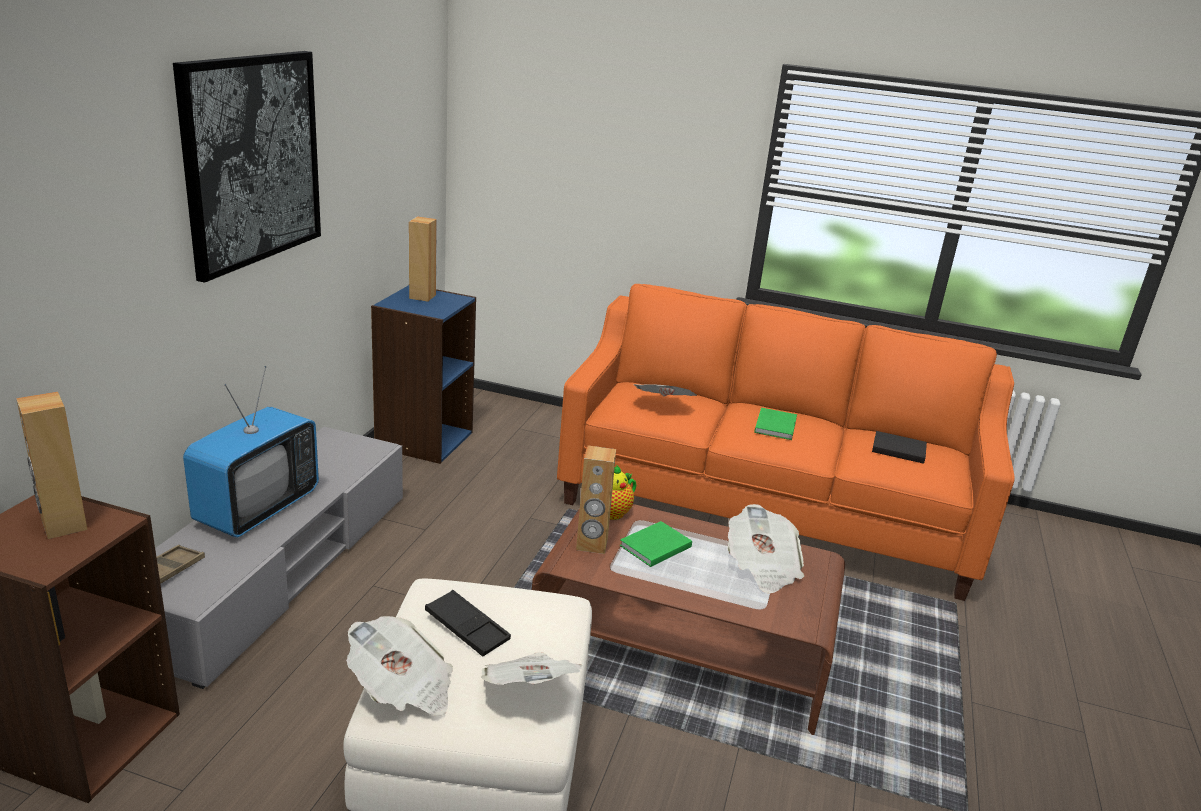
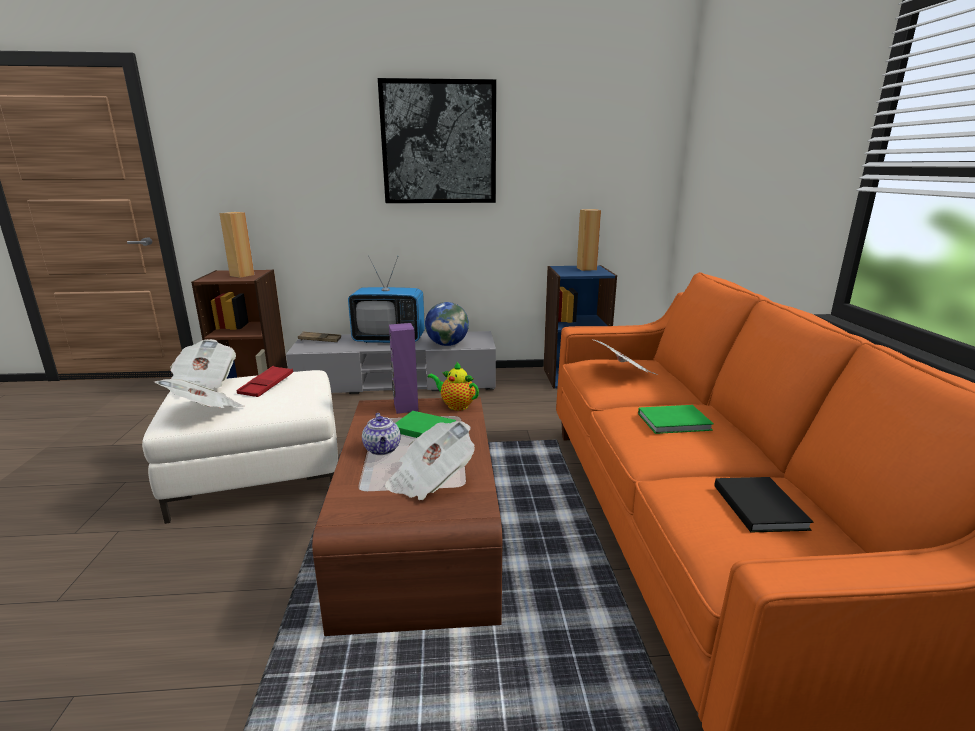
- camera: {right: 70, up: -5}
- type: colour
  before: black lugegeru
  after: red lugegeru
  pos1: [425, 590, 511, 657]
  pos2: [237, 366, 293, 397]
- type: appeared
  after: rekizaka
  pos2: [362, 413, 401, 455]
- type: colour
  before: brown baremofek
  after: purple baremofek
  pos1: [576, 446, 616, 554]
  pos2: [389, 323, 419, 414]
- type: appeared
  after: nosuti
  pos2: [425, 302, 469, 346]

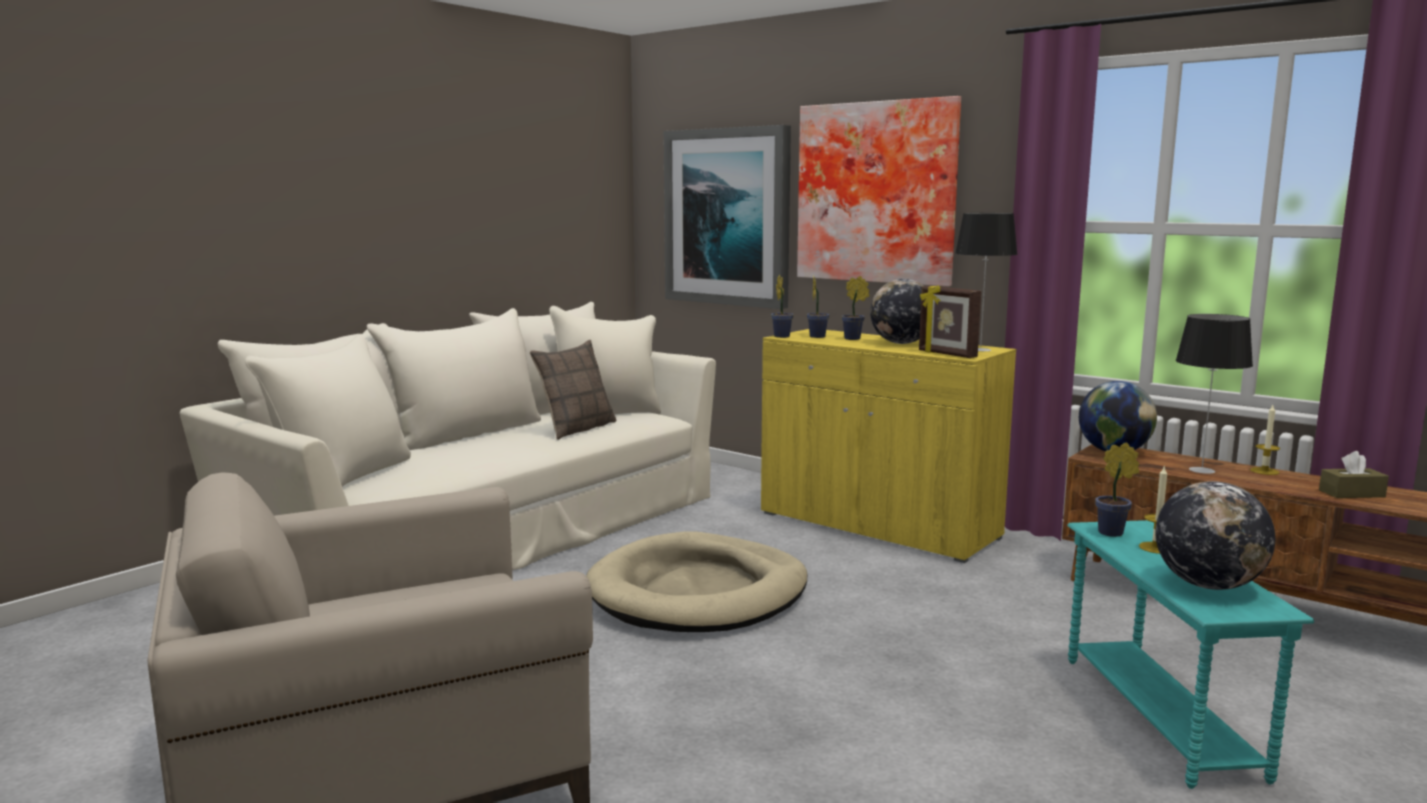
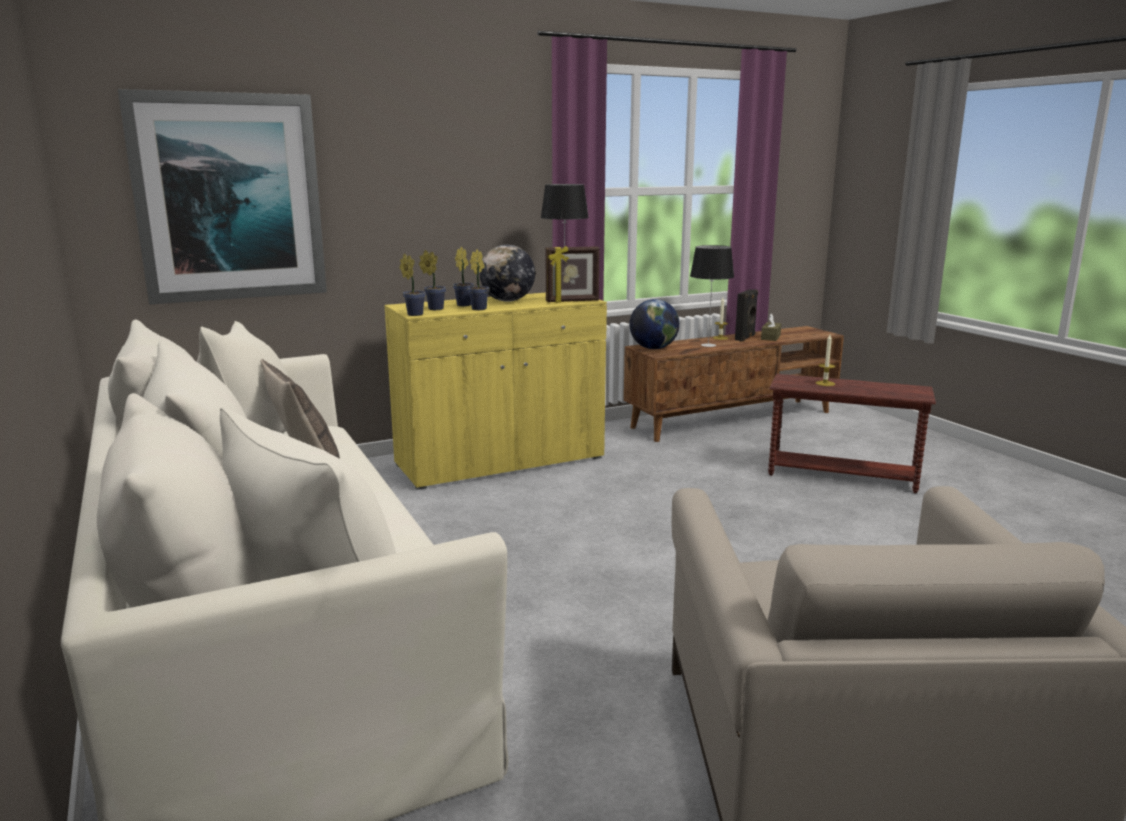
- camera: {right: -65, up: 5}
- type: relocated
  before: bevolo
  pos1: [1095, 442, 1139, 537]
  pos2: [468, 249, 490, 310]
- type: appeared
  after: black baremofek
  pos2: [735, 289, 758, 342]
- type: colour
  before: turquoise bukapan
  after: brown bukapan
  pos1: [1067, 520, 1314, 789]
  pos2: [768, 374, 936, 493]
- type: missing
  before: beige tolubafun
  pos1: [586, 531, 807, 632]
- type: missing
  before: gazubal
  pos1: [797, 96, 961, 287]
- type: missing
  before: nosuti
  pos1: [1155, 481, 1275, 590]

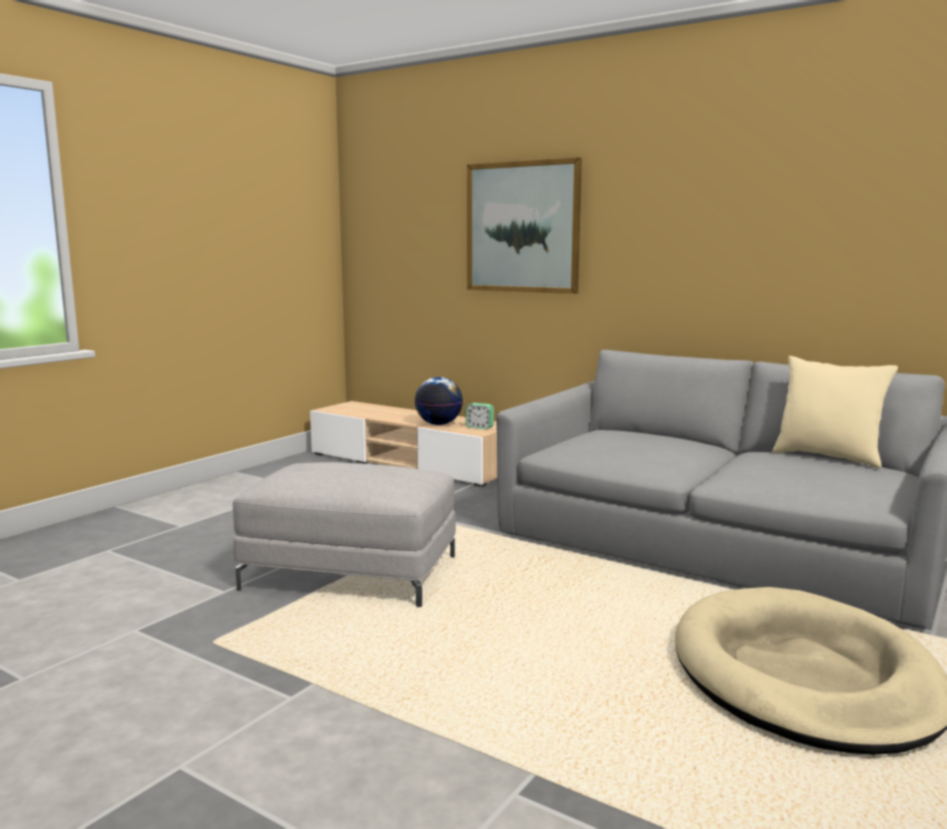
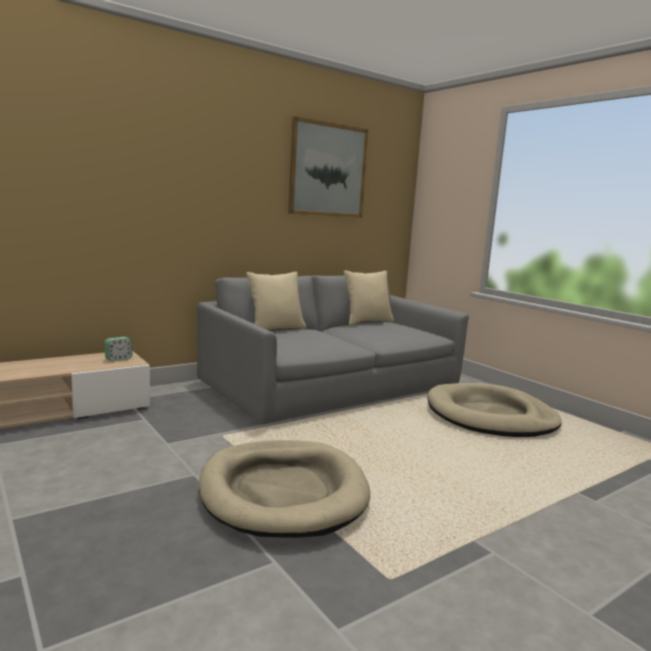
- camera: {right: -70, up: 0}
- type: exchanged
  before: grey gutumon
  after: beige tolubafun
  pos1: [233, 462, 456, 607]
  pos2: [199, 440, 370, 538]
- type: appeared
  after: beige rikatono
  pos2: [246, 272, 306, 330]
- type: relocated
  before: gazubal
  pos1: [467, 157, 582, 294]
  pos2: [288, 116, 368, 218]
- type: missing
  before: nosuti
  pos1: [415, 377, 463, 425]

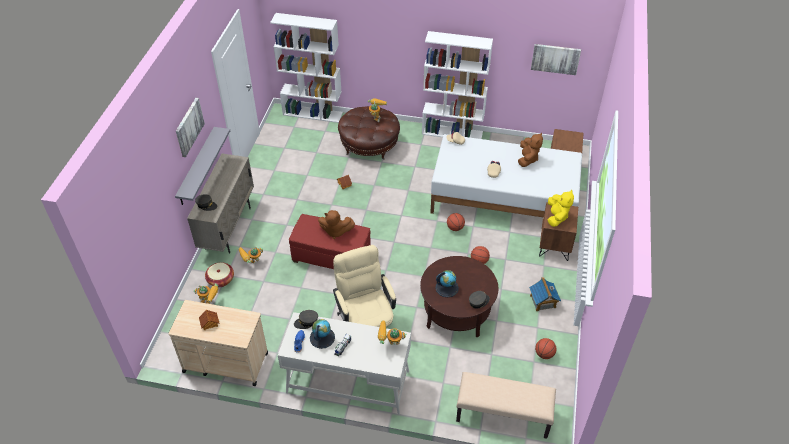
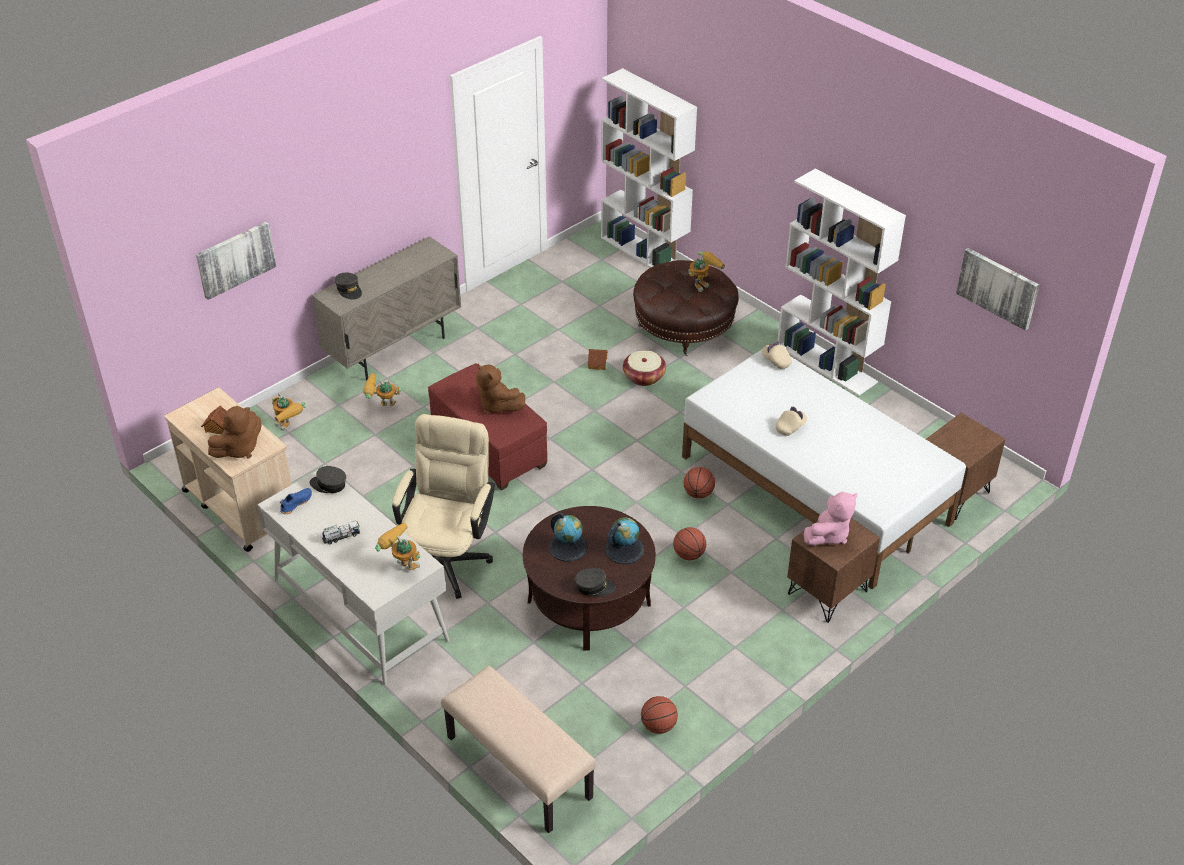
- camera: {right: 35, up: -5}
- type: relocated
  before: gazubal
  pos1: [176, 98, 205, 157]
  pos2: [196, 222, 277, 300]
- type: relocated
  before: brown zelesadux
  pos1: [518, 132, 543, 167]
  pos2: [208, 406, 261, 458]
- type: relocated
  before: nosuti
  pos1: [310, 319, 335, 349]
  pos2: [605, 517, 644, 564]
- type: relocated
  before: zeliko
  pos1: [205, 262, 234, 287]
  pos2: [623, 350, 666, 386]
- type: colour
  before: yellow zelesadux
  after: pink zelesadux
  pos1: [548, 190, 574, 227]
  pos2: [804, 492, 857, 546]
- type: missing
  before: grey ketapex
  pos1: [175, 127, 230, 205]
- type: missing
  before: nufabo
  pos1: [529, 277, 561, 311]

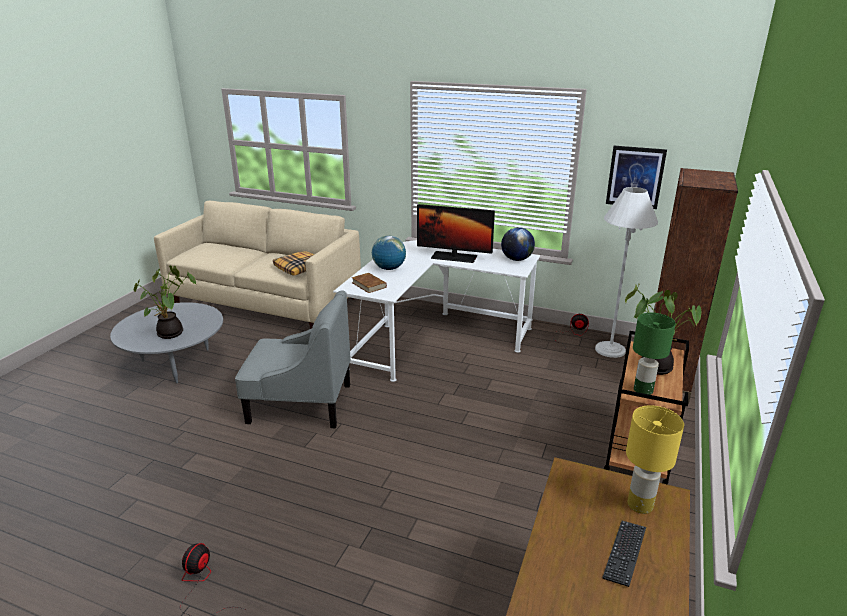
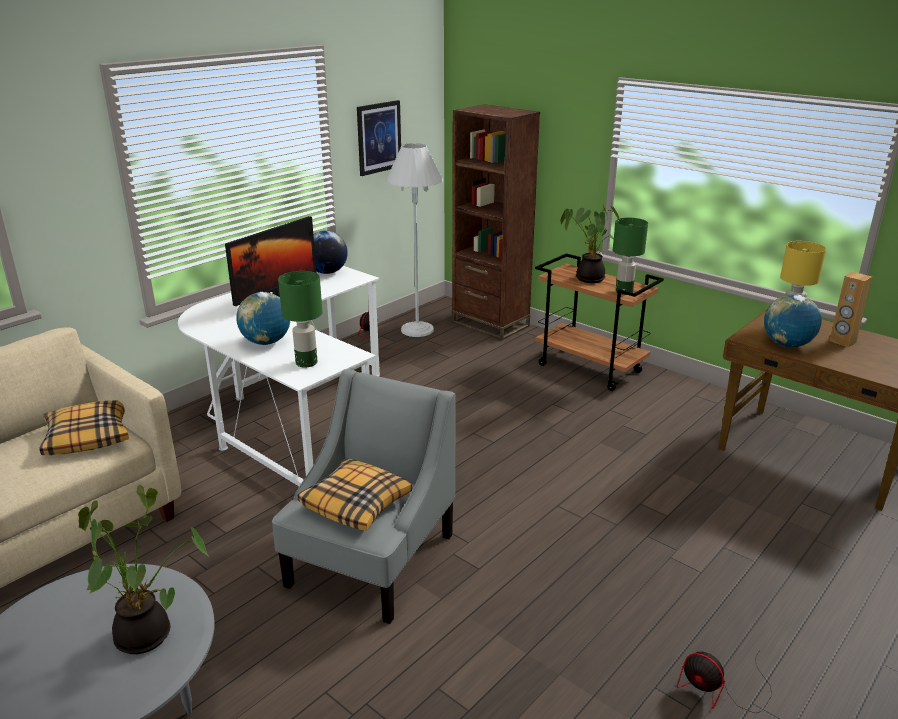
- camera: {right: -70, up: 0}
- type: exchanged
  before: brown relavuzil
  after: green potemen
  pos1: [352, 273, 387, 293]
  pos2: [278, 271, 323, 368]
- type: appeared
  after: rikatono
  pos2: [298, 458, 412, 530]
- type: appeared
  after: nosuti
  pos2: [764, 294, 822, 347]
- type: exchanged
  before: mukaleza
  after: brown baremofek
  pos1: [602, 521, 646, 587]
  pos2: [829, 272, 872, 347]

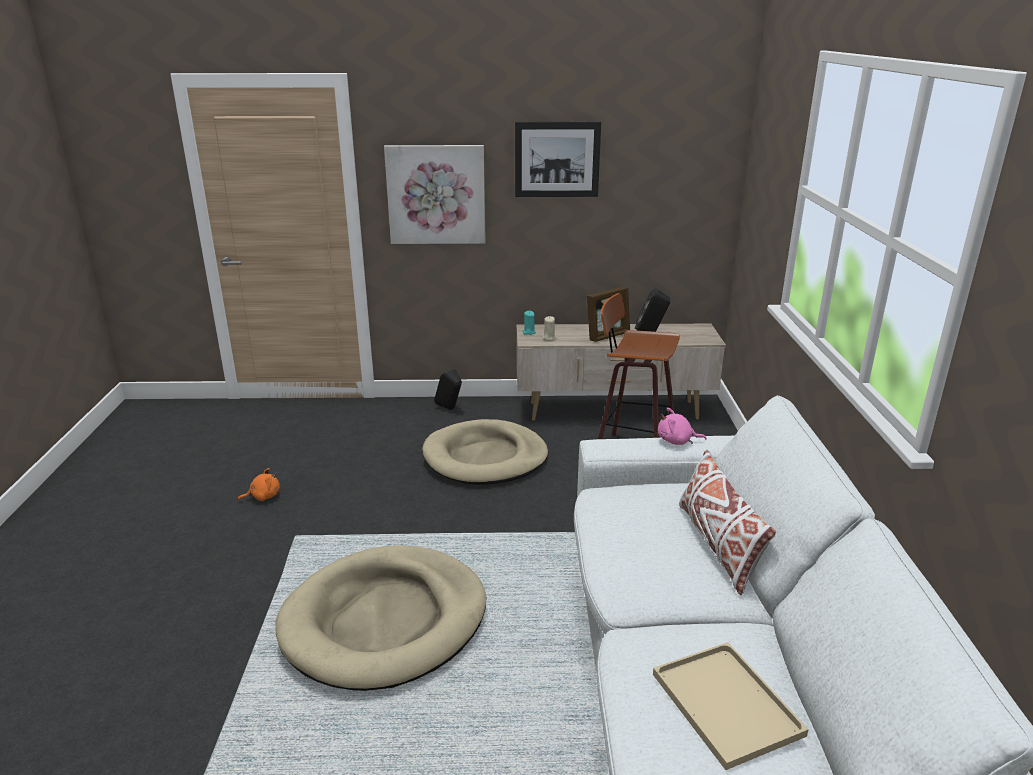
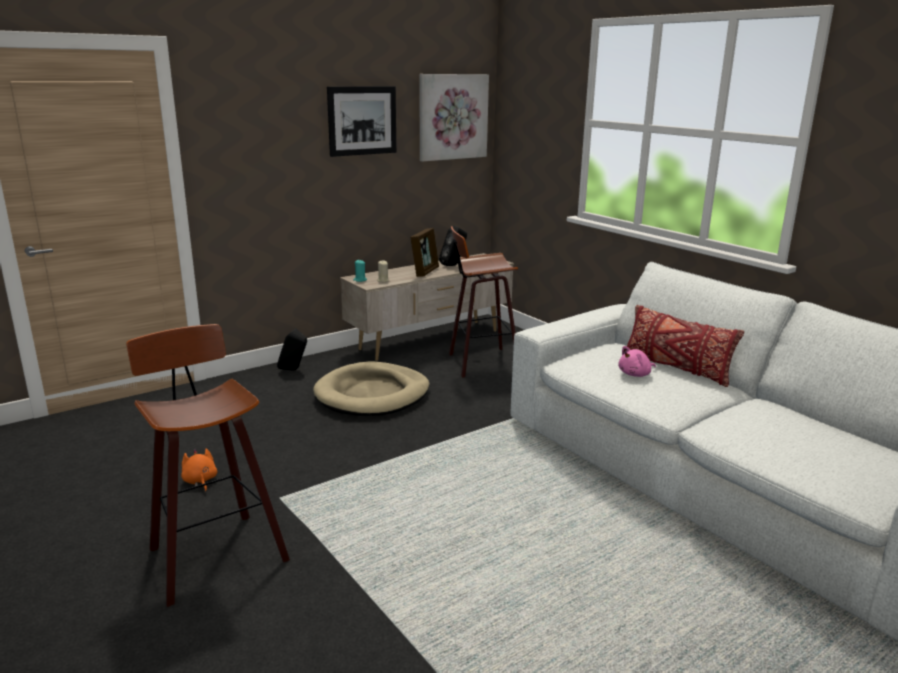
- camera: {right: -35, up: -5}
- type: appeared
  after: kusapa
  pos2: [126, 324, 290, 607]
- type: spun
  before: orange zelesadux
  pos1: [238, 468, 280, 501]
  pos2: [181, 448, 217, 492]
  turn: -60
- type: relocated
  before: gazubal
  pos1: [384, 145, 486, 244]
  pos2: [420, 74, 489, 162]
- type: relocated
  before: pink zelesadux
  pos1: [658, 408, 707, 445]
  pos2: [618, 346, 656, 377]
- type: colour
  before: white rikatono
  after: red rikatono
  pos1: [679, 450, 776, 595]
  pos2: [627, 305, 744, 387]
- type: missing
  before: beige tolubafun
  pos1: [275, 545, 486, 691]
- type: missing
  before: beige lugegeru
  pos1: [653, 642, 809, 770]

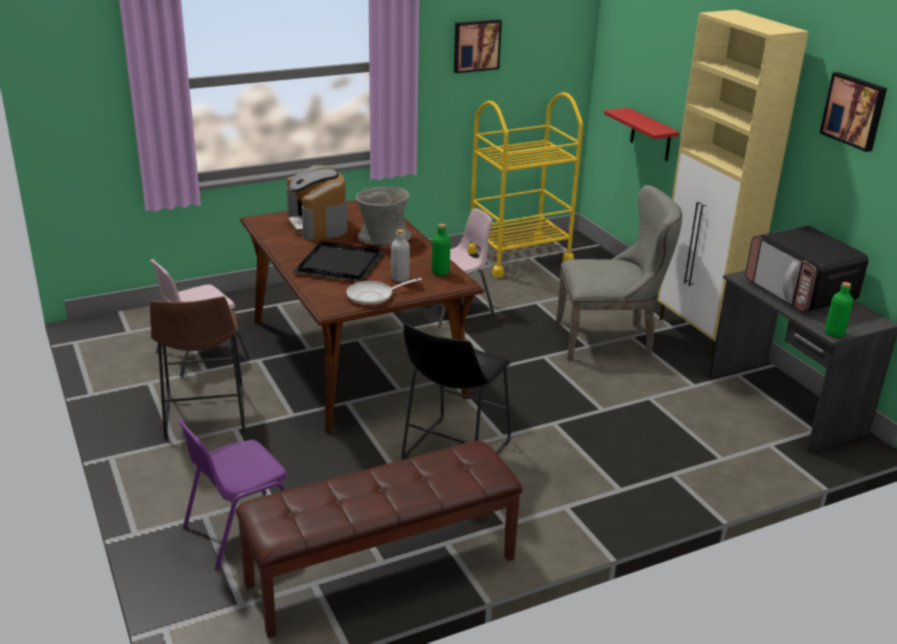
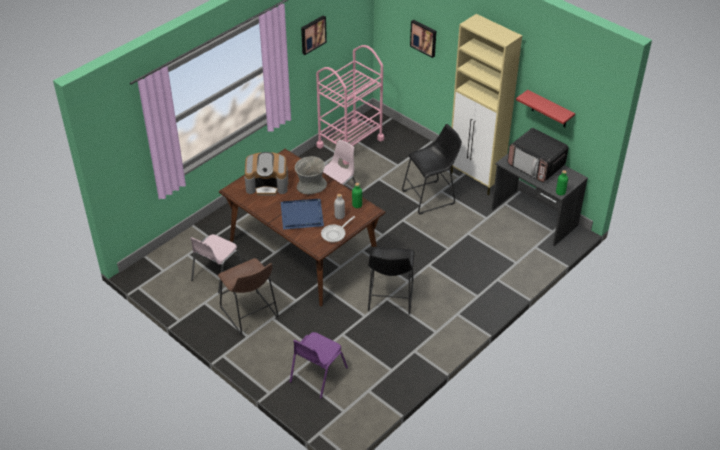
- camera: {right: -20, up: 15}
- type: spun
  before: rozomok
  pos1: [286, 165, 347, 240]
  pos2: [245, 152, 288, 195]
  turn: -45
- type: colour
  before: black lugegeru
  after: blue lugegeru
  pos1: [293, 241, 385, 282]
  pos2: [281, 199, 324, 229]
- type: colour
  before: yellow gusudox
  after: pink gusudox
  pos1: [467, 92, 583, 278]
  pos2: [316, 45, 384, 165]
- type: exchanged
  before: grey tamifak
  after: black kusapa
  pos1: [556, 185, 682, 360]
  pos2: [402, 124, 462, 215]
- type: relocated
  before: gazubal
  pos1: [820, 72, 887, 152]
  pos2: [410, 20, 436, 58]
- type: relocated
  before: red ketapex
  pos1: [604, 107, 680, 161]
  pos2: [516, 90, 575, 128]
- type: missing
  before: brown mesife
  pos1: [235, 441, 522, 638]

